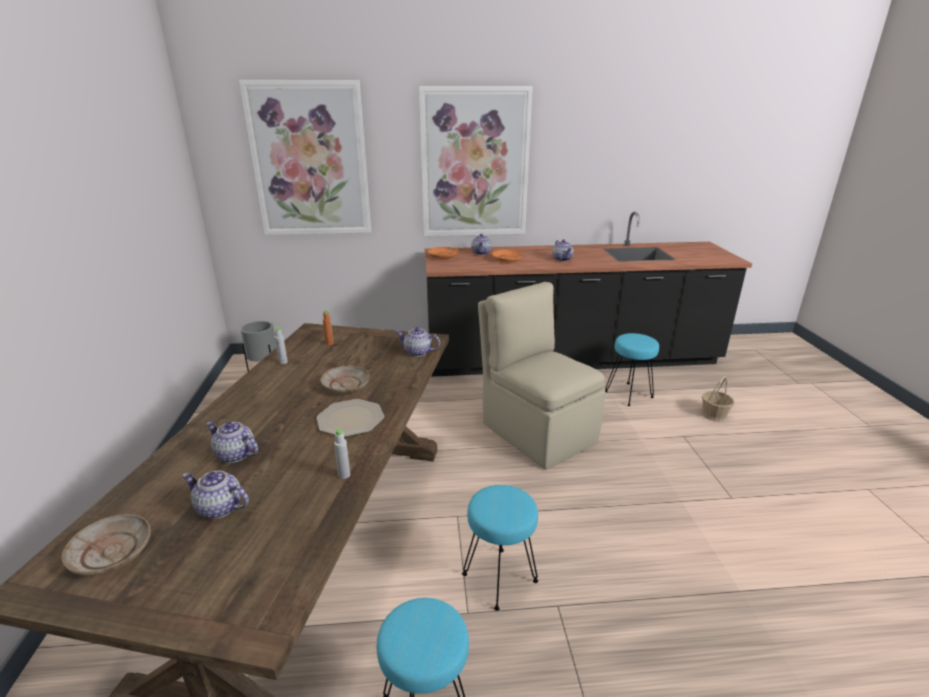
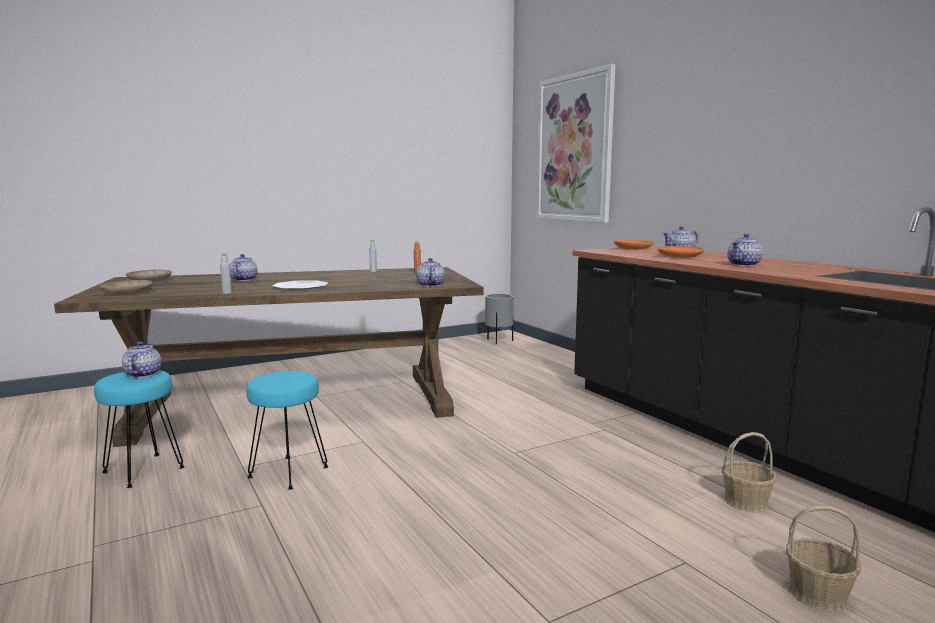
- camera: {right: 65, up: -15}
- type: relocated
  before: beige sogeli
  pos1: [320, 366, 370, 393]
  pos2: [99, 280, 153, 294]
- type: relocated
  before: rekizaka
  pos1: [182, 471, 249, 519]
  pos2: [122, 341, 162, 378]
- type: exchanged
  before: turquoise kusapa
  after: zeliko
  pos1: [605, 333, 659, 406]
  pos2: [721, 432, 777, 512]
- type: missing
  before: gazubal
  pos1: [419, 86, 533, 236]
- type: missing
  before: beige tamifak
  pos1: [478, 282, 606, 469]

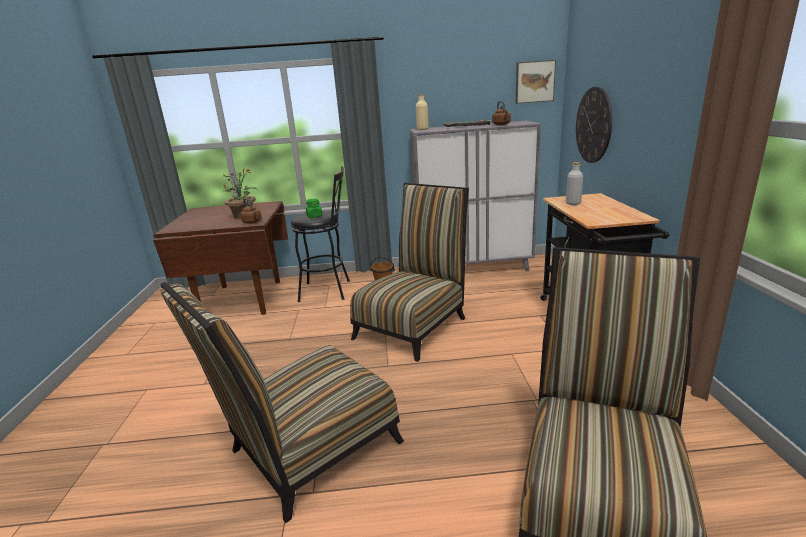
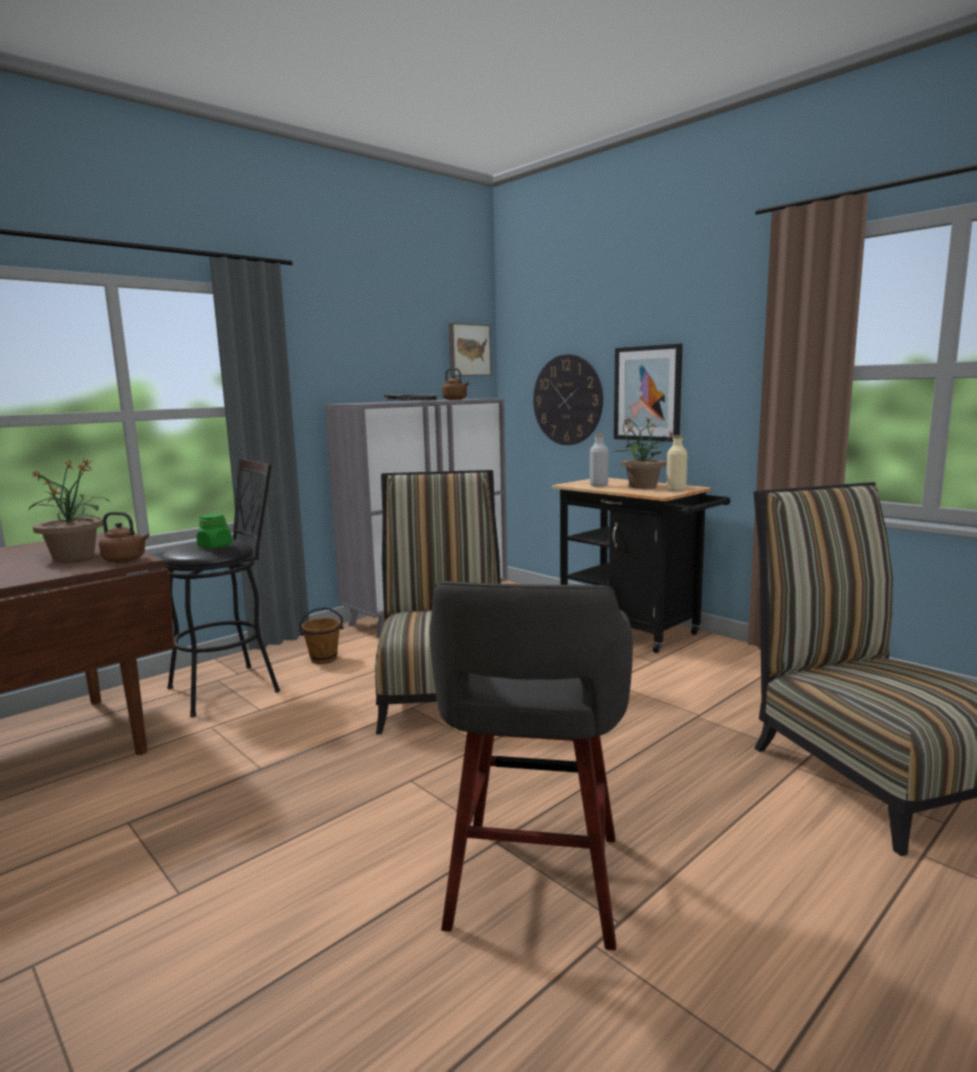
- camera: {right: -40, up: -10}
- type: exchanged
  before: tamifak
  after: grey kusapa
  pos1: [160, 282, 404, 523]
  pos2: [429, 581, 633, 950]
- type: appeared
  after: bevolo
  pos2: [612, 418, 673, 489]
- type: appeared
  after: gazubal
  pos2: [614, 343, 683, 442]
- type: relocated
  before: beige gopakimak
  pos1: [416, 94, 429, 130]
  pos2: [666, 435, 687, 491]

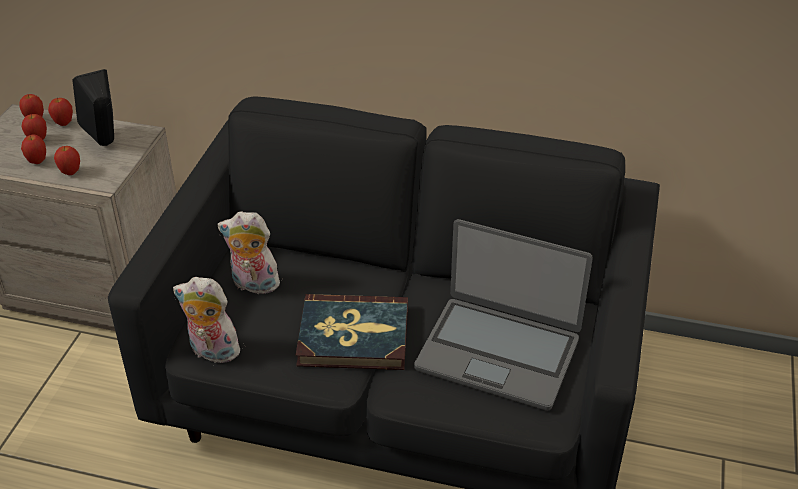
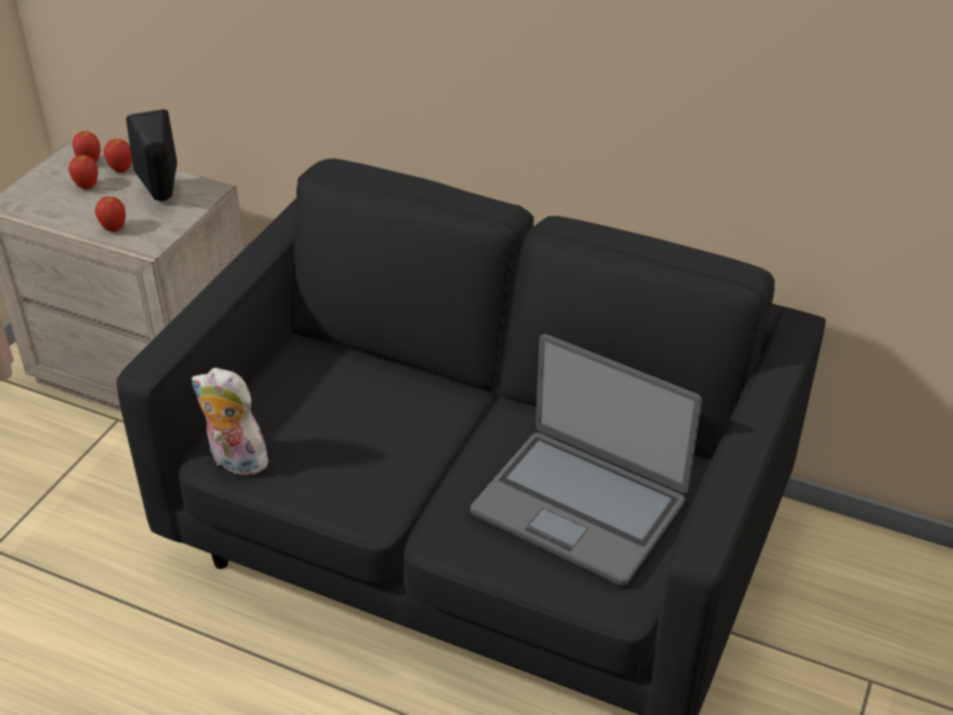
- camera: {right: 10, up: 0}
- type: missing
  before: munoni
  pos1: [21, 134, 46, 164]
- type: missing
  before: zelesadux
  pos1: [218, 211, 285, 297]
- type: missing
  before: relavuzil
  pos1: [295, 294, 408, 370]

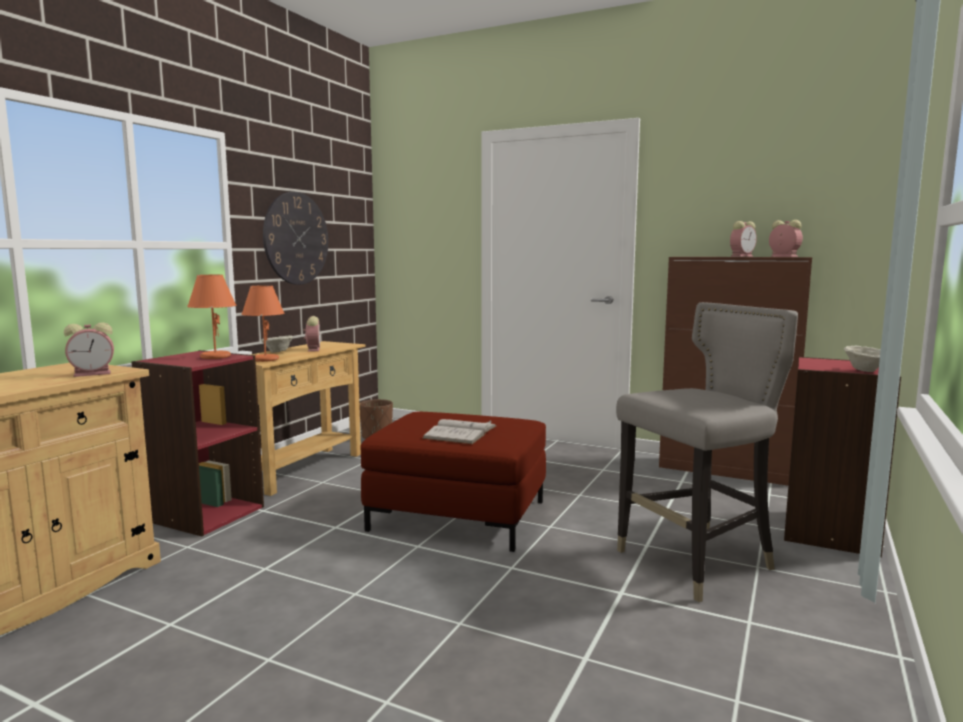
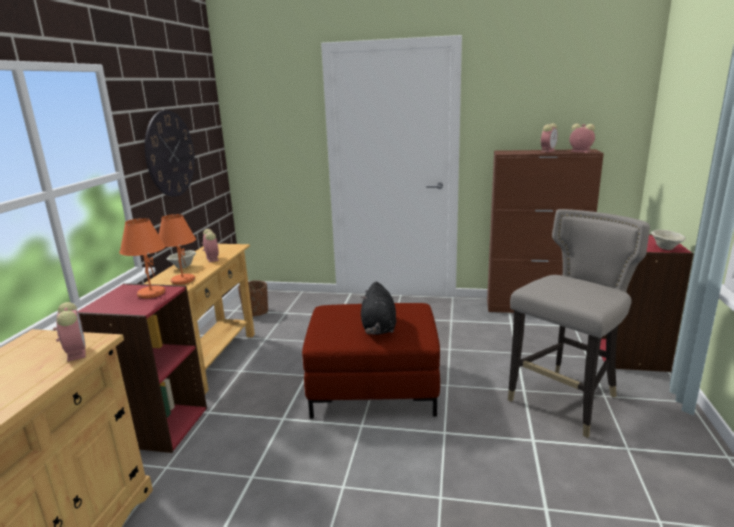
- camera: {right: -15, up: 10}
- type: spun
  before: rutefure
  pos1: [64, 322, 114, 377]
  pos2: [53, 302, 86, 362]
  turn: -75
- type: exchanged
  before: white relavuzil
  after: black zelesadux
  pos1: [422, 419, 497, 444]
  pos2: [361, 281, 396, 335]

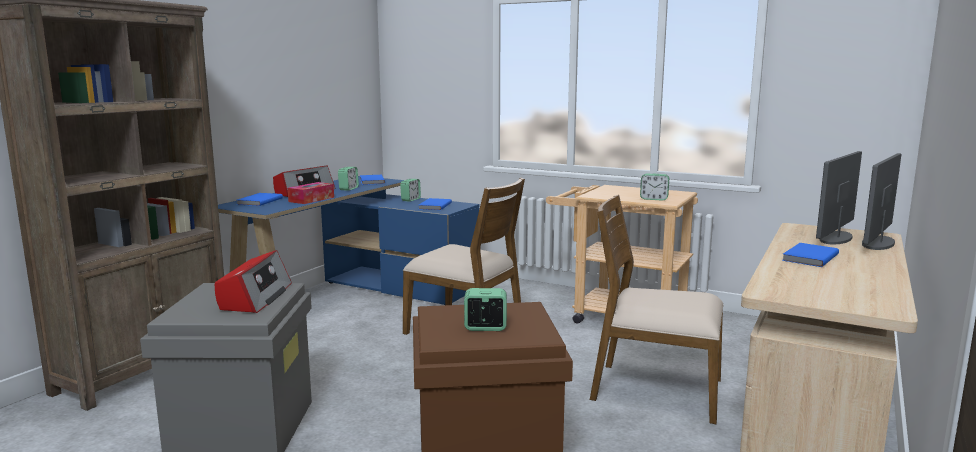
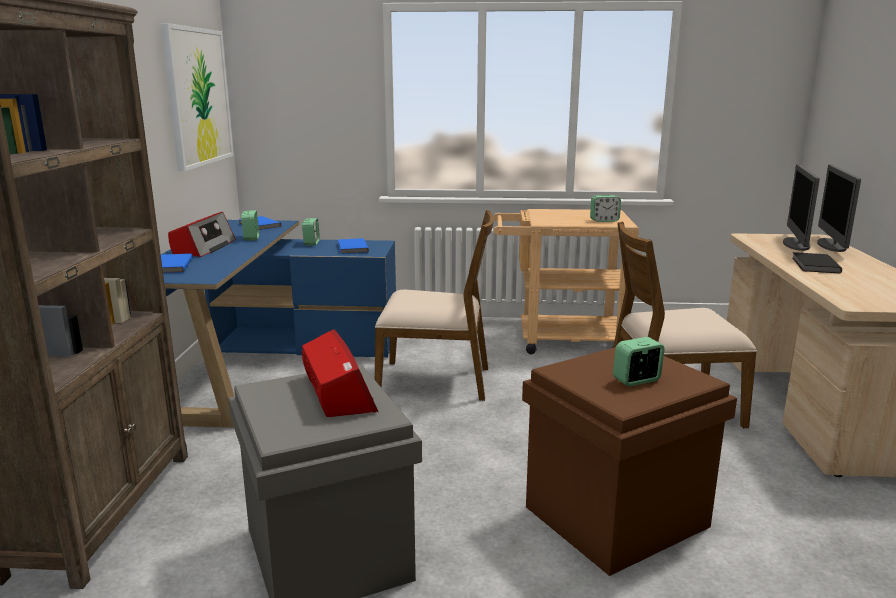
- camera: {right: -25, up: 5}
- type: appeared
  after: gazubal
  pos2: [160, 23, 233, 172]
- type: colour
  before: blue relavuzil
  after: black relavuzil
  pos1: [782, 243, 839, 267]
  pos2: [792, 252, 842, 273]
- type: missing
  before: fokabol
  pos1: [288, 182, 334, 204]

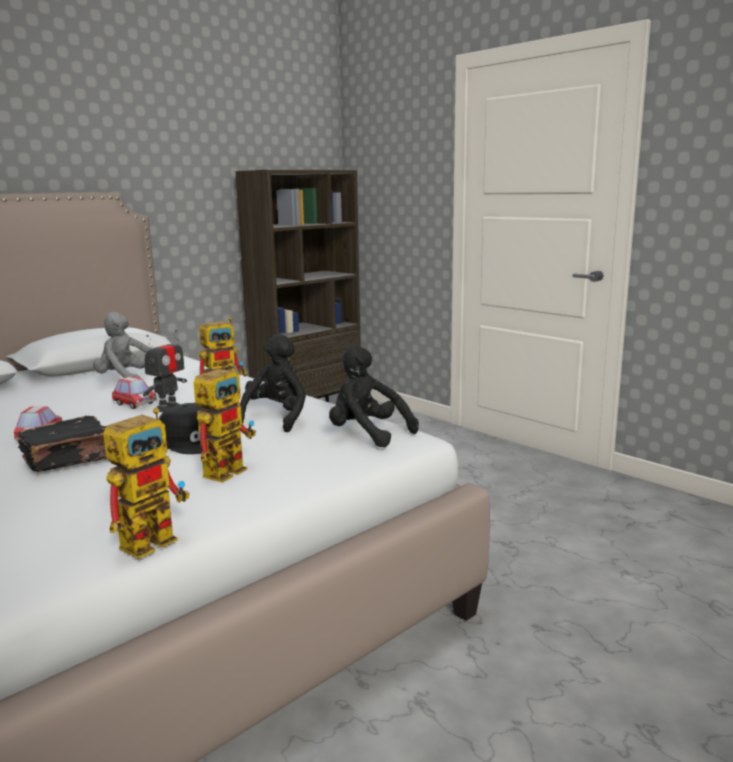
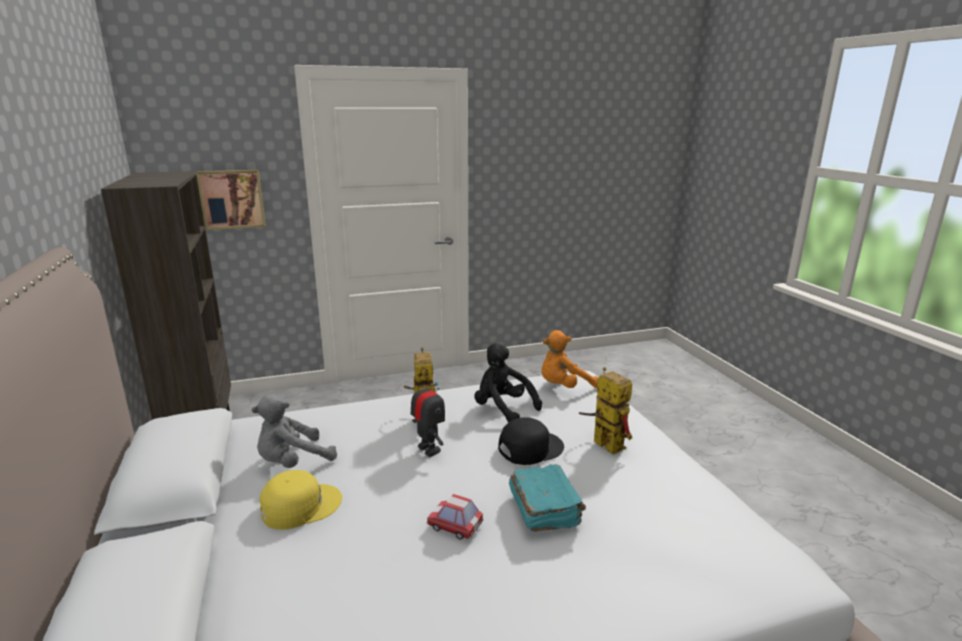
- camera: {right: -65, up: 5}
- type: appeared
  after: gazubal
  pos2: [196, 170, 266, 230]
- type: appeared
  after: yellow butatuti
  pos2: [259, 470, 342, 530]
- type: colour
  before: black relavuzil
  after: turquoise relavuzil
  pos1: [17, 416, 107, 472]
  pos2: [509, 464, 586, 532]
- type: colour
  before: black zelesadux
  after: orange zelesadux
  pos1: [329, 345, 419, 447]
  pos2: [541, 330, 598, 388]
- type: missing
  before: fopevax
  pos1: [103, 408, 190, 559]
- type: missing
  before: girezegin
  pos1: [112, 376, 157, 409]

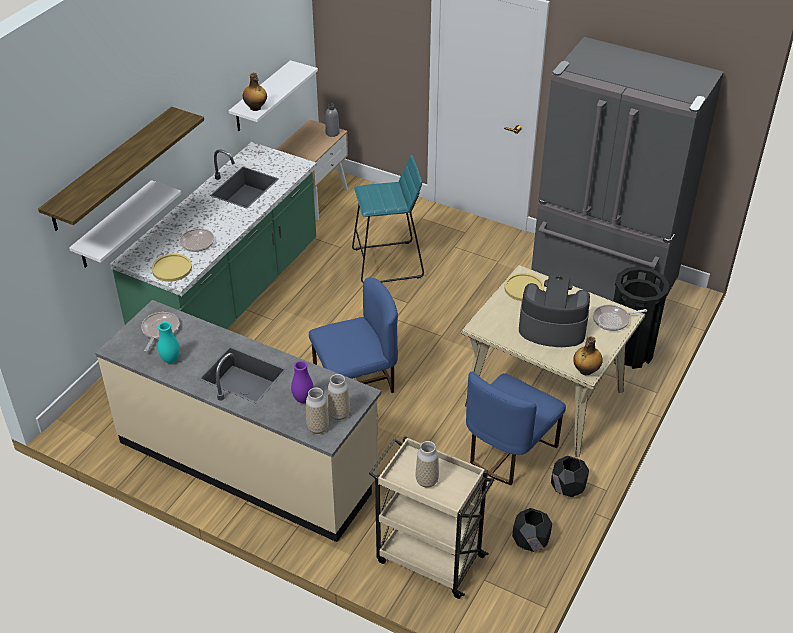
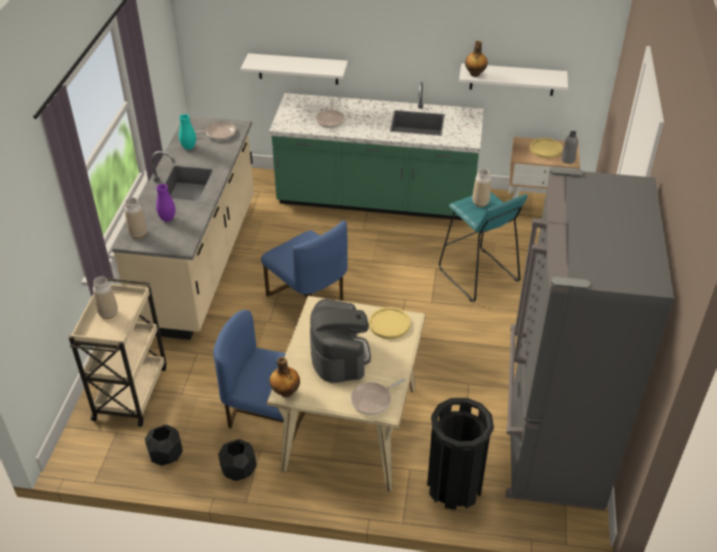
- camera: {right: 70, up: 0}
- type: spun
  before: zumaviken
  pos1: [593, 305, 647, 331]
  pos2: [351, 378, 406, 415]
  turn: -90
- type: relocated
  before: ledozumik
  pos1: [328, 374, 350, 420]
  pos2: [472, 169, 491, 207]
- type: relocated
  before: yellow sogeli
  pos1: [152, 254, 192, 282]
  pos2: [530, 138, 563, 158]
- type: missing
  before: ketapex
  pos1: [38, 107, 204, 231]

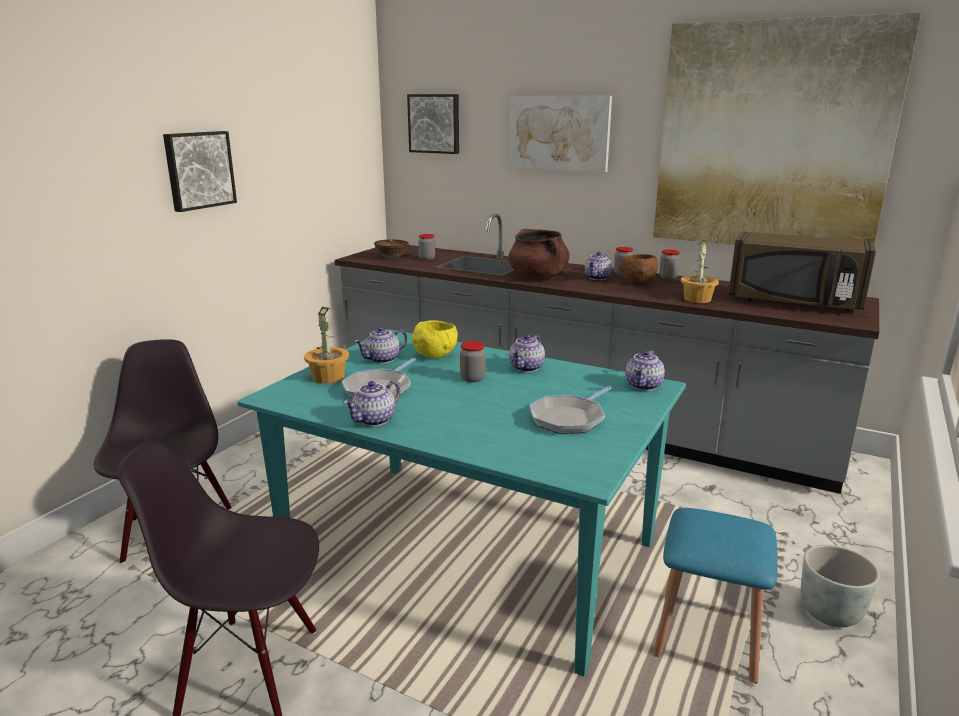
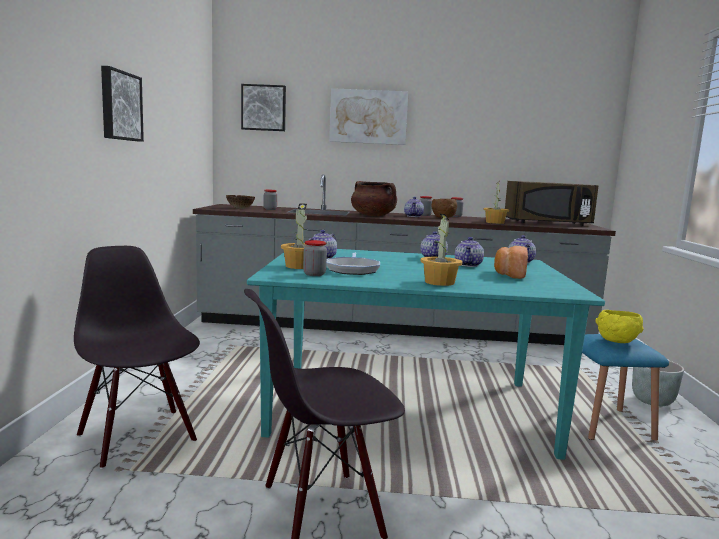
- camera: {right: -25, up: -10}
- type: relocated
  before: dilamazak
  pos1: [460, 341, 485, 382]
  pos2: [303, 240, 327, 276]
- type: appeared
  after: bevolo
  pos2: [420, 213, 462, 286]
- type: relocated
  before: rekizaka
  pos1: [344, 381, 400, 426]
  pos2: [455, 237, 484, 267]
- type: exchanged
  before: zumaviken
  after: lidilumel
  pos1: [529, 386, 612, 434]
  pos2: [494, 246, 528, 279]
- type: relocated
  before: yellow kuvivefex
  pos1: [412, 320, 458, 358]
  pos2: [595, 310, 644, 343]
- type: missing
  before: gazubal
  pos1: [653, 12, 921, 245]

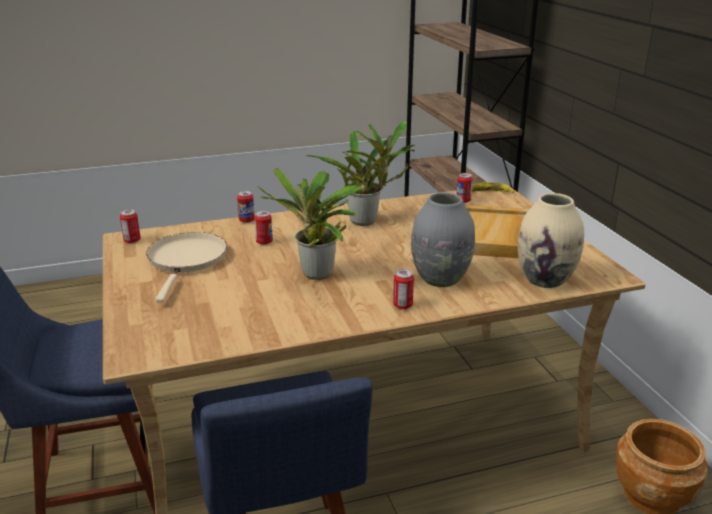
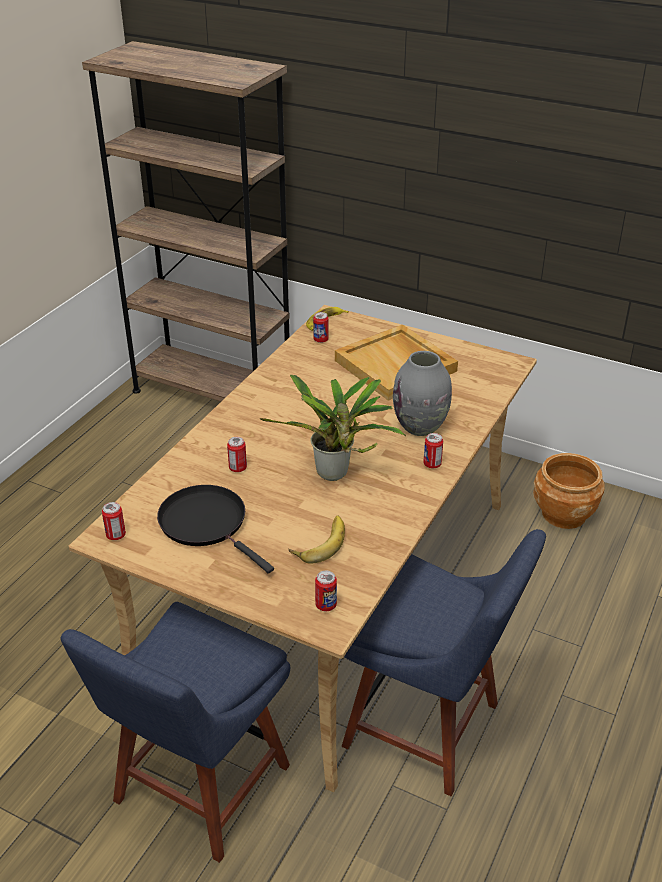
- camera: {right: -45, up: 10}
- type: colour
  before: beige zumaviken
  after: black zumaviken
  pos1: [146, 232, 227, 303]
  pos2: [157, 485, 274, 574]
- type: appeared
  after: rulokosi
  pos2: [289, 515, 345, 564]
- type: relocated
  before: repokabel
  pos1: [237, 191, 255, 223]
  pos2: [315, 571, 337, 611]
- type: missing
  before: bevolo
  pos1: [305, 120, 415, 226]
- type: missing
  before: beige ledozumik
  pos1: [517, 193, 584, 288]

